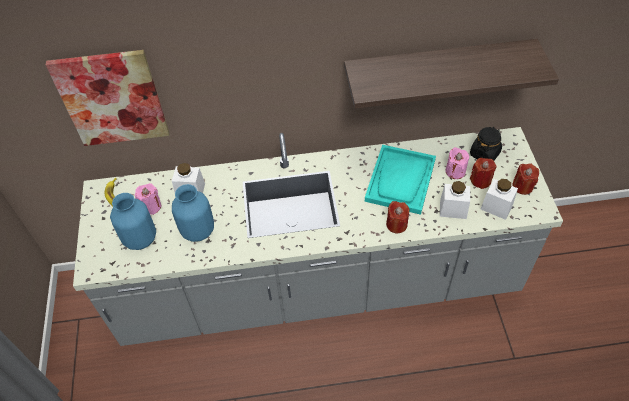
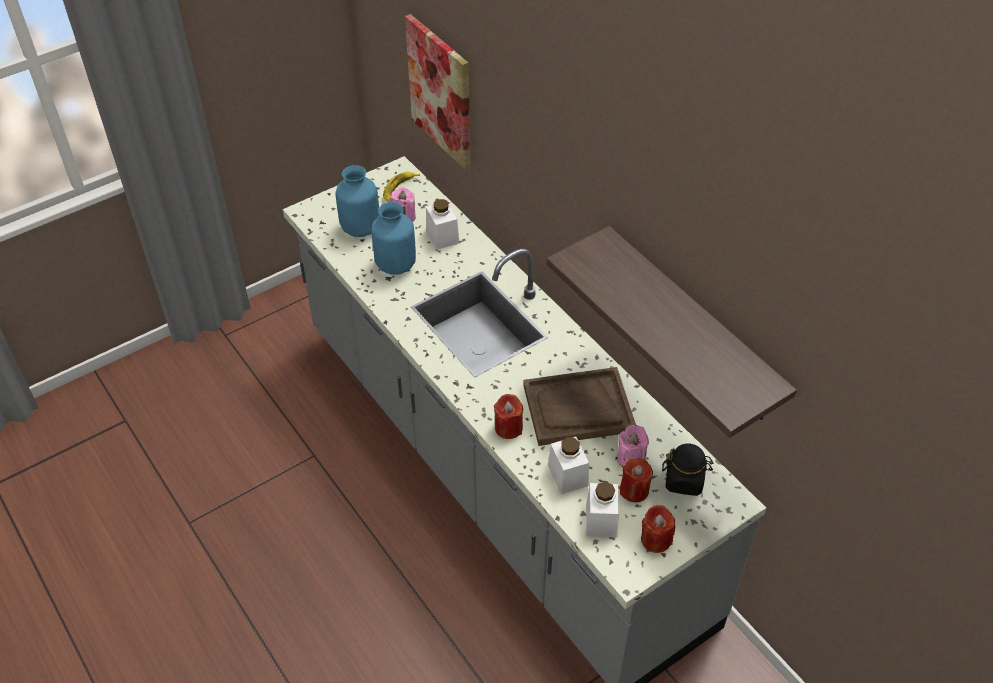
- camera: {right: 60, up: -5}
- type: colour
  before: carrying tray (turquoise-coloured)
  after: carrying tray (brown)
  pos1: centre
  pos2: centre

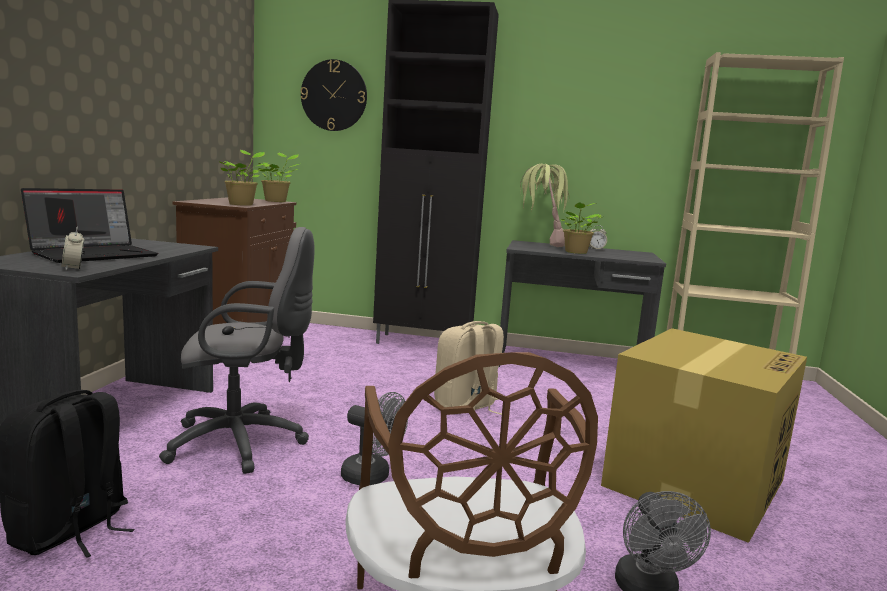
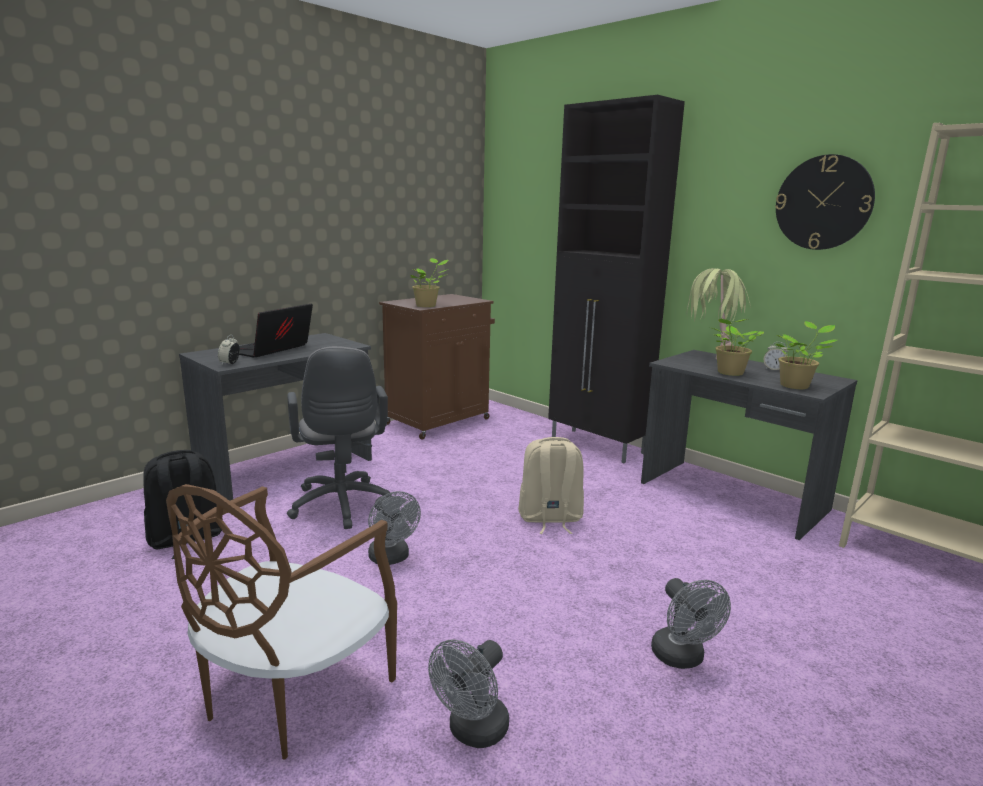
- camera: {right: 35, up: 5}
- type: relocated
  before: wall clock
  pos1: top centre
  pos2: top right
- type: relocated
  before: houseplant (no. 2 from left in the first image)
  after: houseplant (no. 4 from left)
  pos1: top left
  pos2: middle right
- type: spun
  before: notebook computer
  pos1: middle left
  pos2: middle left
  turn: 135
- type: spun
  before: office chair (grey)
  pos1: middle left
  pos2: centre
  turn: 45
- type: exchanged
  before: carton
  after: fan (grey) (no. 3 from left)
  pos1: bottom right
  pos2: bottom right

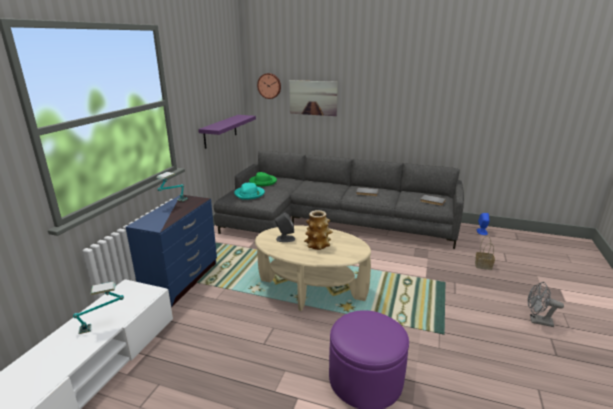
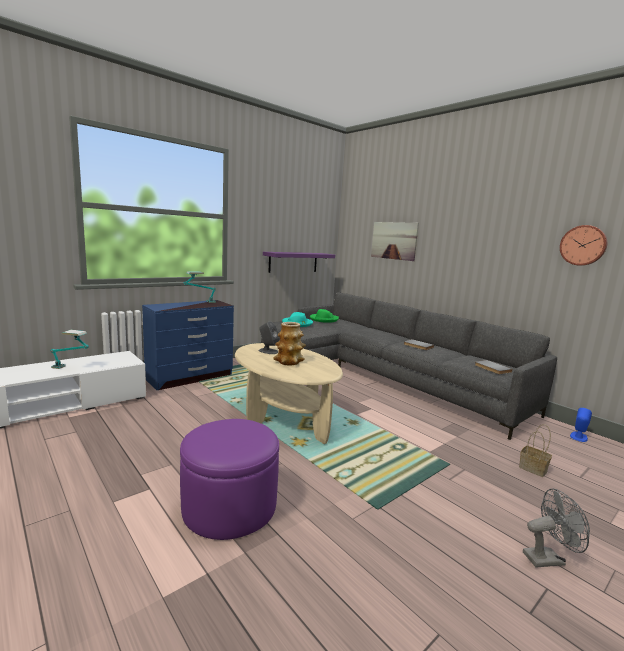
- camera: {right: 30, up: -10}
- type: relocated
  before: wall clock
  pos1: top centre
  pos2: middle right
- type: spun
  before: fan (grey)
  pos1: bottom right
  pos2: bottom right
  turn: 120

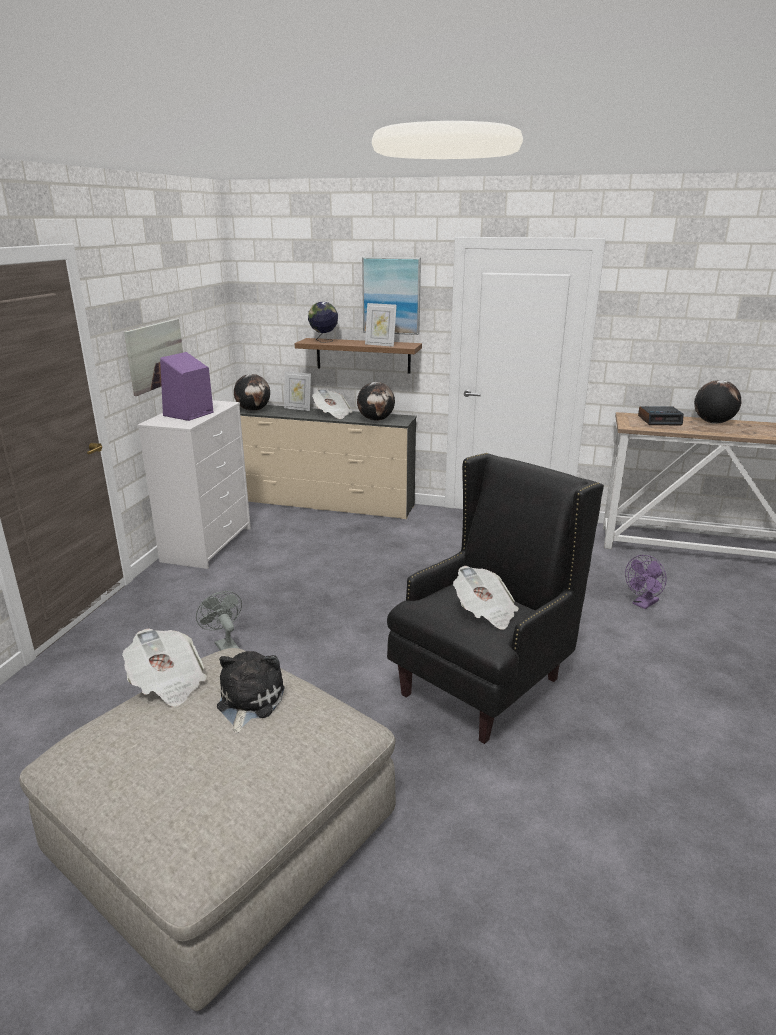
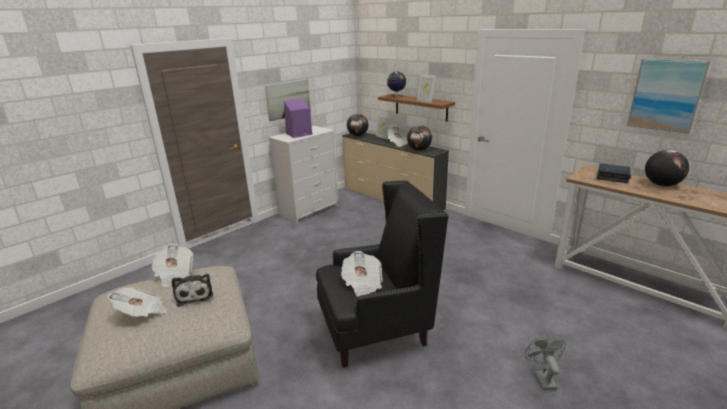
- camera: {right: 30, up: 0}
- type: relocated
  before: wall picture (no. 2 from left)
  pos1: top centre
  pos2: top right
- type: missing
  before: fan (purple-coloured)
  pos1: middle right
- type: relocated
  before: fan (grey)
  pos1: middle left
  pos2: bottom right
- type: spun
  before: cuddly toy
  pos1: bottom left
  pos2: bottom left
  turn: 120
- type: appeared
  after: newspaper (no. 1 from left)
  pos2: bottom left

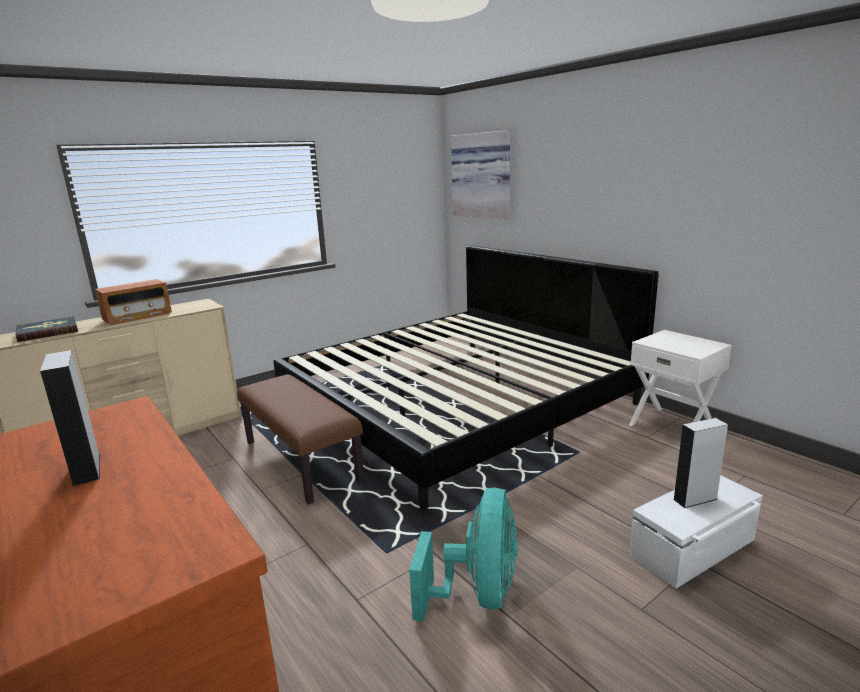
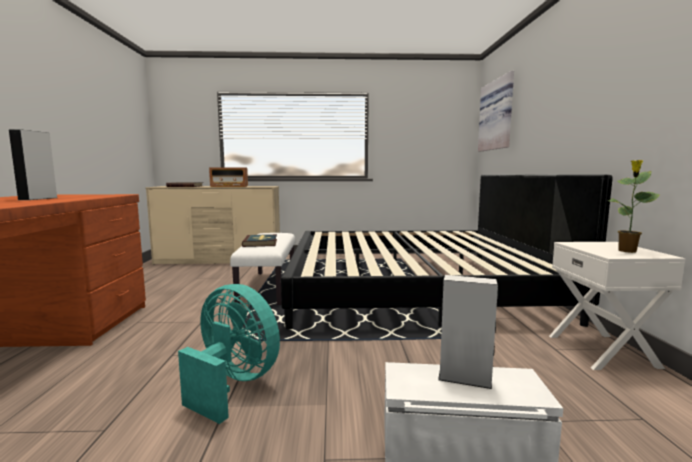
- camera: {right: 35, up: -10}
- type: colour
  before: indoor bench (brown)
  after: indoor bench (white-coloured)
  pos1: centre
  pos2: centre
- type: spun
  before: fan (turquoise-coloured)
  pos1: bottom centre
  pos2: bottom left
  turn: -105
- type: appeared
  after: houseplant
  pos2: middle right
- type: appeared
  after: volume (no. 2 from left)
  pos2: centre

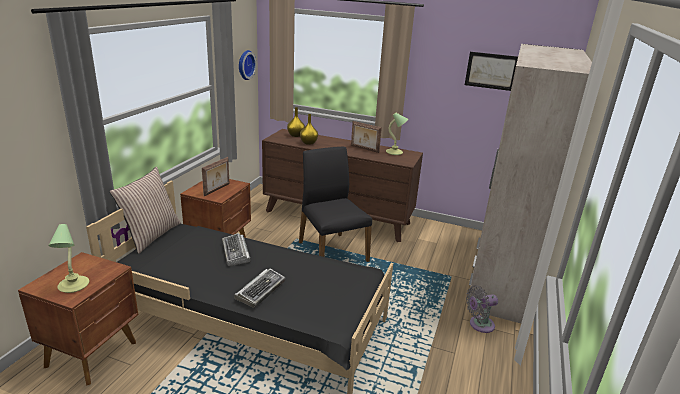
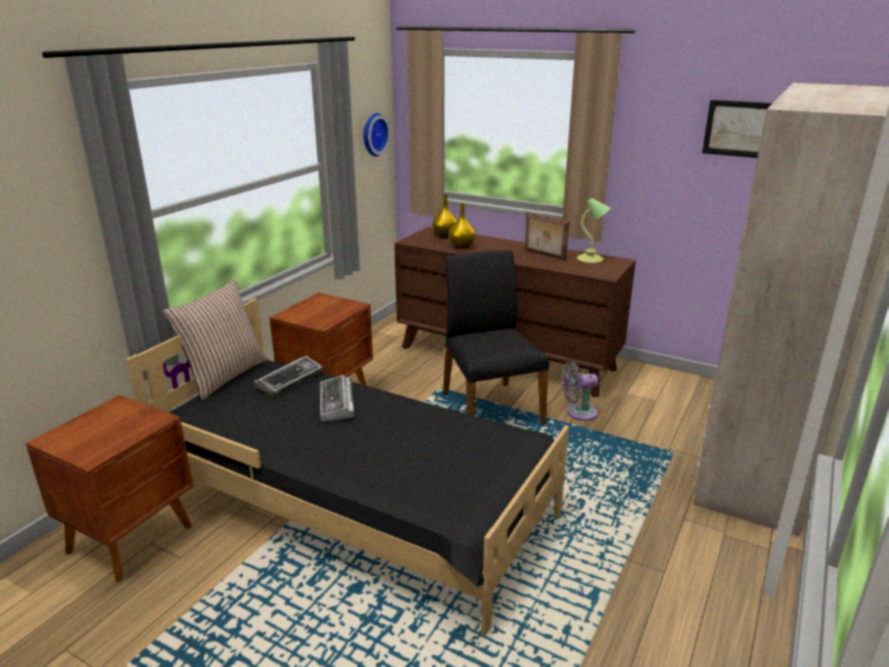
- camera: {right: 10, up: 0}
- type: missing
  before: picture frame (no. 1 from left)
  pos1: middle left
- type: missing
  before: table lamp (no. 1 from left)
  pos1: middle left
- type: relocated
  before: computer keyboard (no. 2 from left in the first image)
  after: computer keyboard (no. 1 from left)
  pos1: bottom centre
  pos2: middle left
- type: relocated
  before: fan (grey)
  pos1: bottom right
  pos2: centre

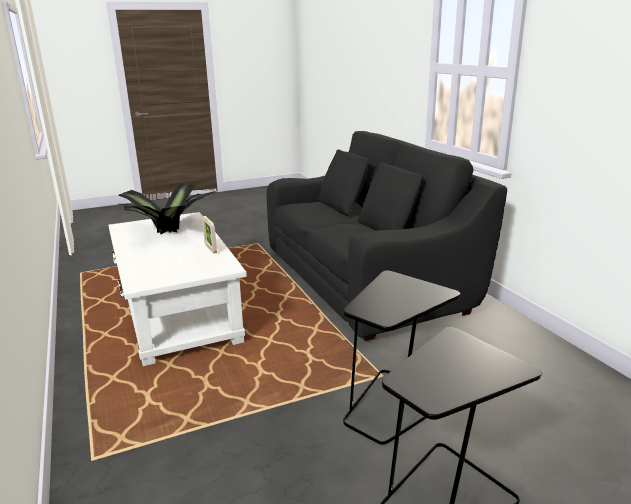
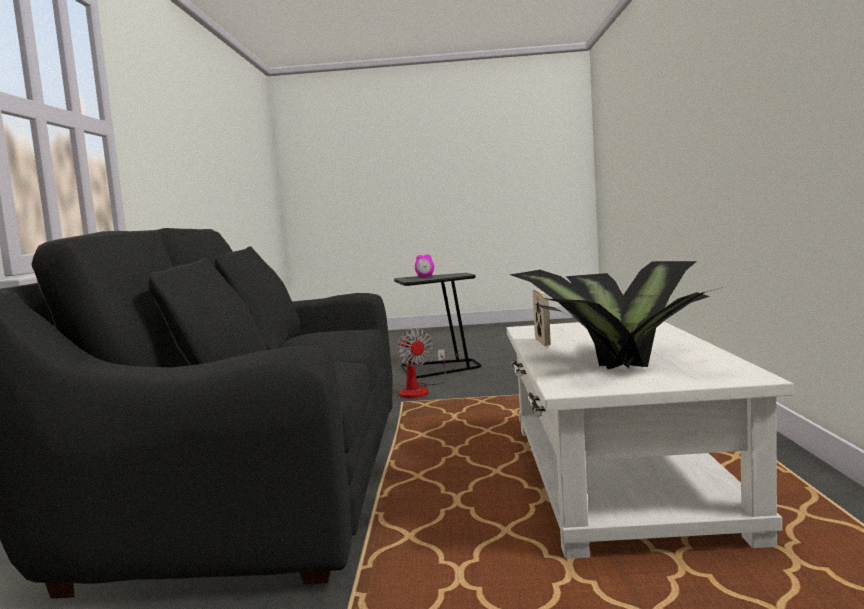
- camera: {right: -155, up: -15}
- type: exchanged
  before: end table (black) (no. 1 from left)
  after: fan
  pos1: bottom centre
  pos2: centre
- type: appeared
  after: bedside clock
  pos2: centre

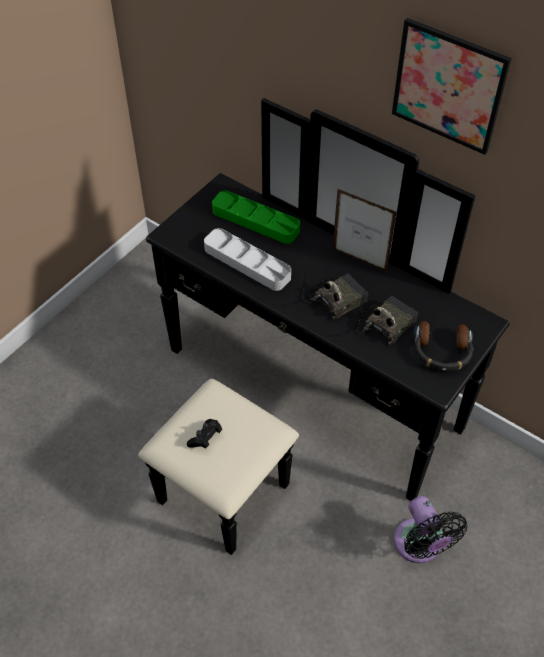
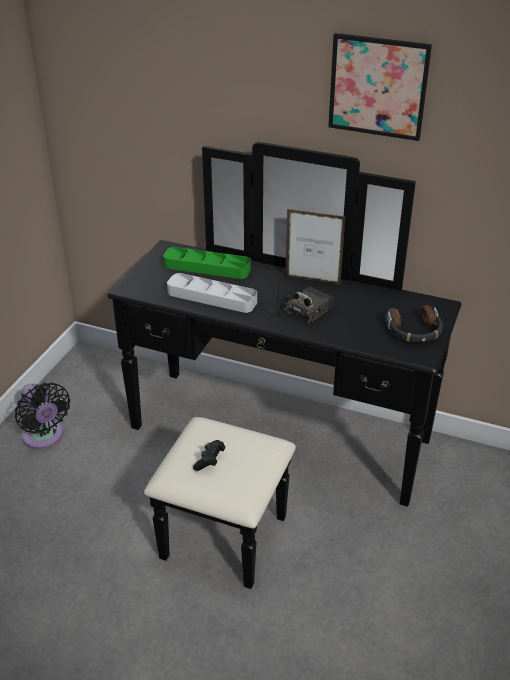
- camera: {right: -15, up: -15}
- type: missing
  before: radio (no. 2 from left)
  pos1: middle right
- type: relocated
  before: fan (black)
  pos1: bottom right
  pos2: middle left

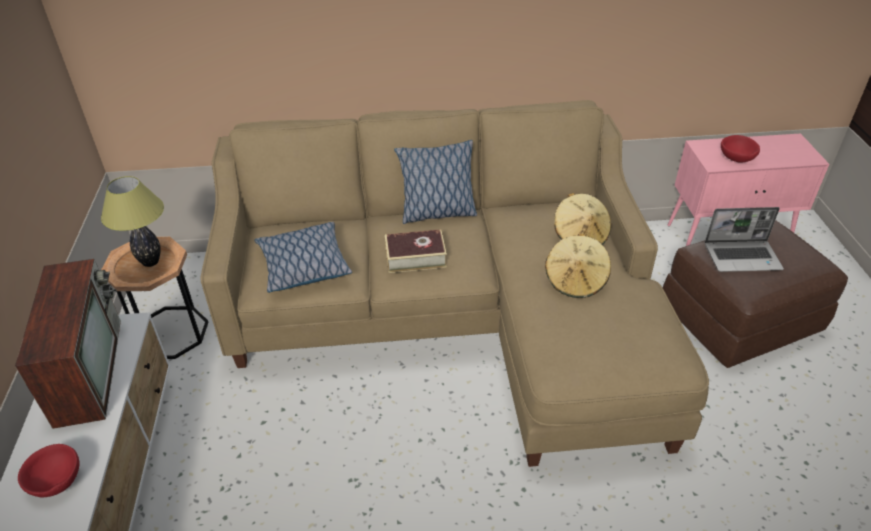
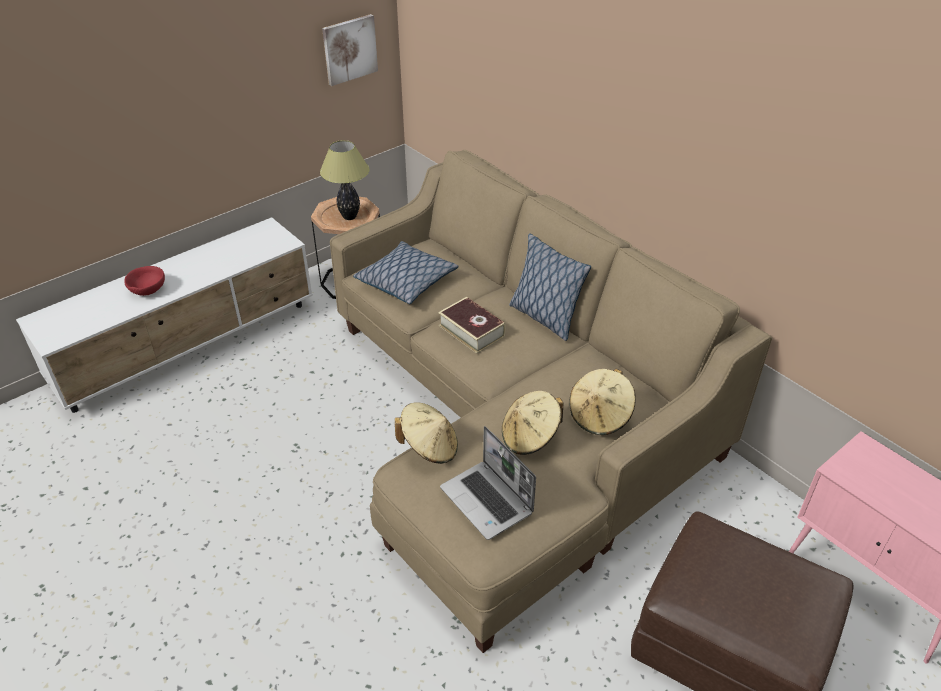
- camera: {right: 55, up: 0}
- type: missing
  before: serving bowl (red-coloured) (no. 2 from left)
  pos1: top right
- type: relocated
  before: notebook computer
  pos1: middle right
  pos2: bottom centre
- type: missing
  before: television
  pos1: middle left
- type: appeared
  after: wall picture
  pos2: top centre
- type: appeared
  after: wearable hat (beige) (no. 1 from left)
  pos2: centre

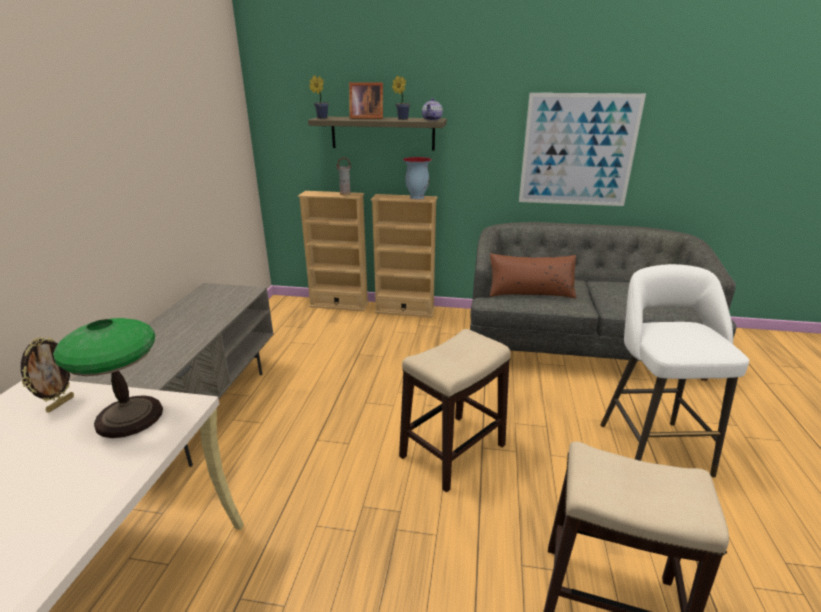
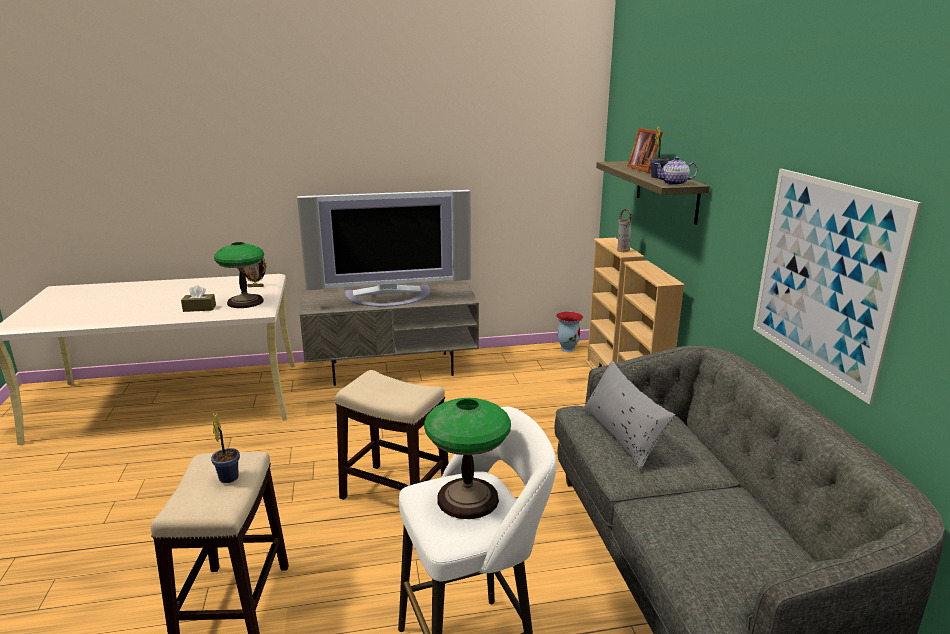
- camera: {right: 70, up: -5}
- type: relocated
  before: houseplant (no. 1 from left)
  pos1: top centre
  pos2: bottom left
- type: relocated
  before: flower vase (no. 2 from left in the first image)
  after: flower vase (no. 1 from left)
  pos1: top centre
  pos2: centre
- type: colour
  before: throw pillow (brown)
  after: throw pillow (grey)
  pos1: centre
  pos2: centre
- type: appeared
  after: television
  pos2: centre
- type: appeared
  after: tissue holder (brown)
  pos2: middle left
- type: appeared
  after: table lamp (no. 2 from left)
  pos2: bottom centre

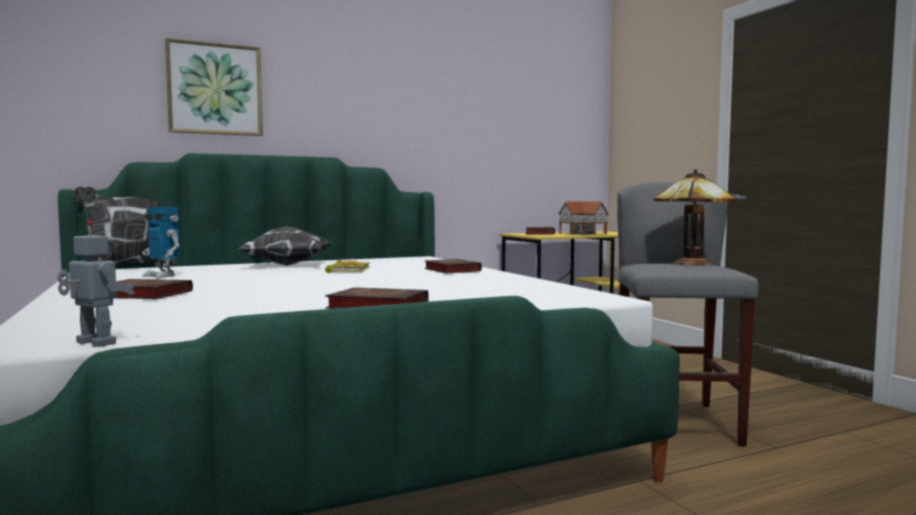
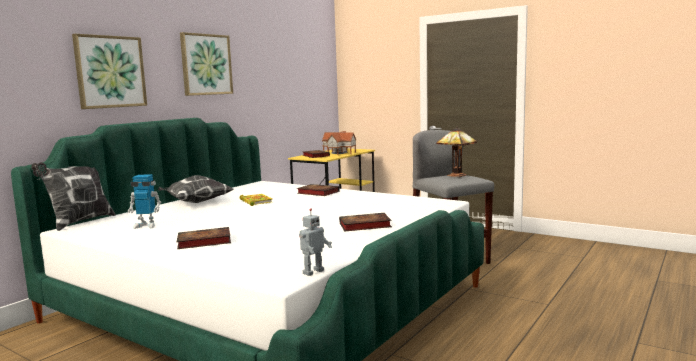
- camera: {right: -30, up: 5}
- type: spun
  before: model robot (no. 1 from left in the first image)
  pos1: middle left
  pos2: bottom centre
  turn: 135
- type: appeared
  after: wall picture (no. 2 from left)
  pos2: top left

